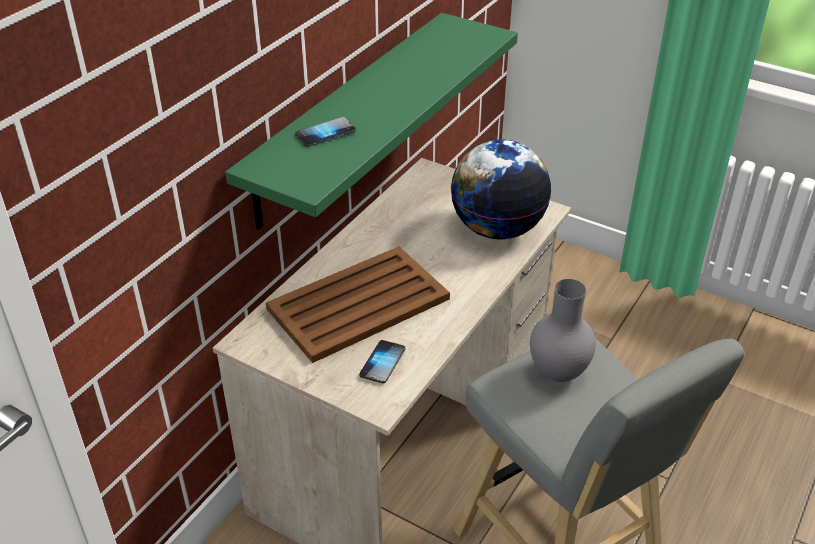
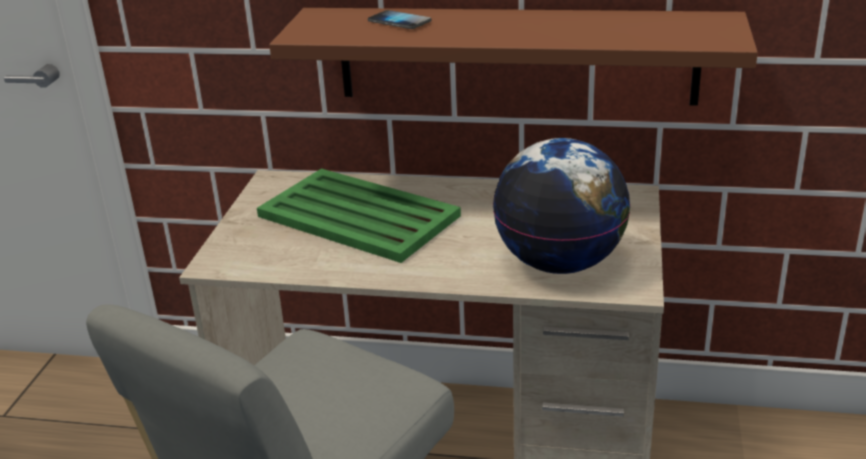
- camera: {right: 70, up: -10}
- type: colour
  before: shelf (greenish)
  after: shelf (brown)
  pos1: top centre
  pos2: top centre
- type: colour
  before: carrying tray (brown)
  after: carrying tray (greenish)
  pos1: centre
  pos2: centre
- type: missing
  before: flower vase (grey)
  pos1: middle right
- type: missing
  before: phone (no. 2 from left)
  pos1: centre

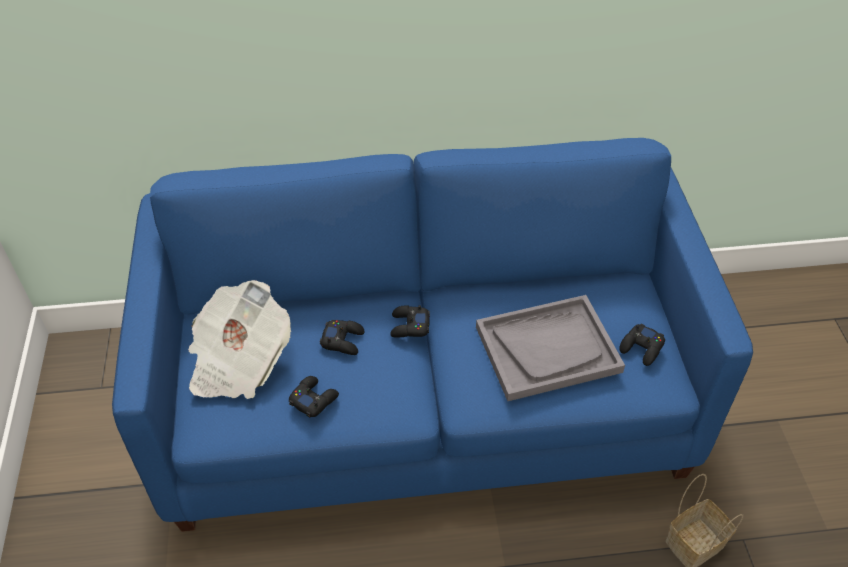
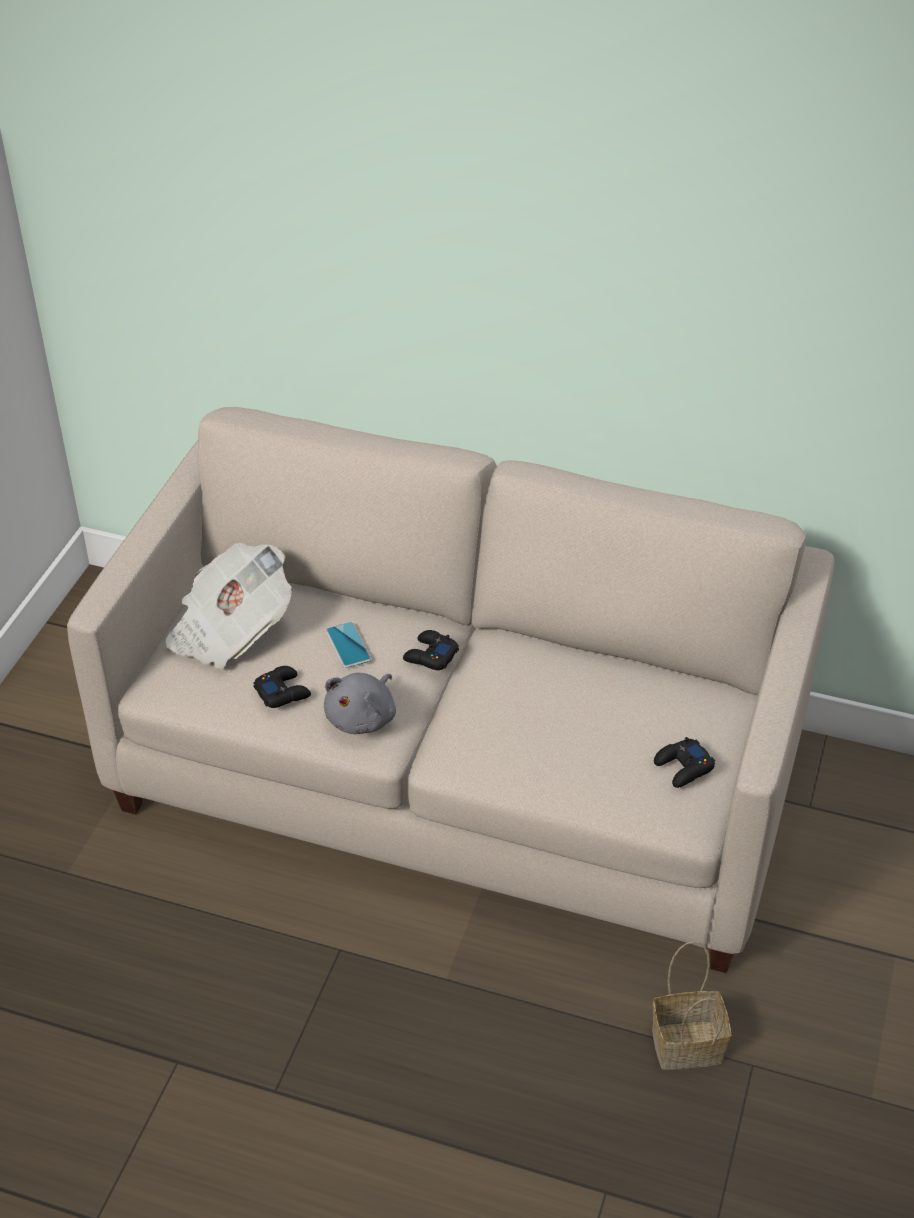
- camera: {right: 25, up: -5}
- type: colour
  before: settee (blue)
  after: settee (beige)
  pos1: centre
  pos2: centre
- type: missing
  before: carrying tray (grey)
  pos1: centre
- type: exchanged
  before: gamepad (black) (no. 2 from left)
  after: phone
  pos1: centre
  pos2: centre
- type: appeared
  after: cuddly toy (grey)
  pos2: centre

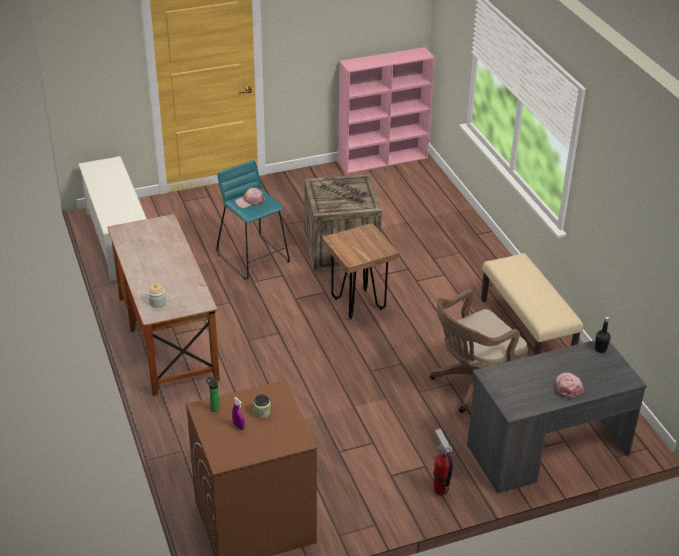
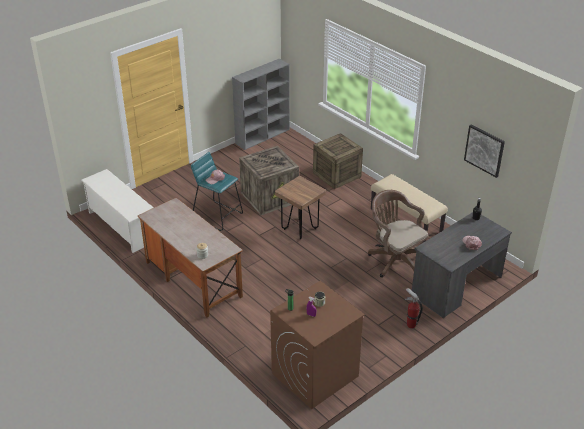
- camera: {right: -20, up: 0}
- type: colour
  before: bookcase (pink-coloured)
  after: bookcase (grey)
  pos1: top centre
  pos2: top centre
- type: spun
  before: office chair (brown)
  pos1: middle right
  pos2: middle right
  turn: 105
- type: appeared
  after: wall picture
  pos2: middle right
- type: appeared
  after: shipping crate (no. 2 from left)
  pos2: centre

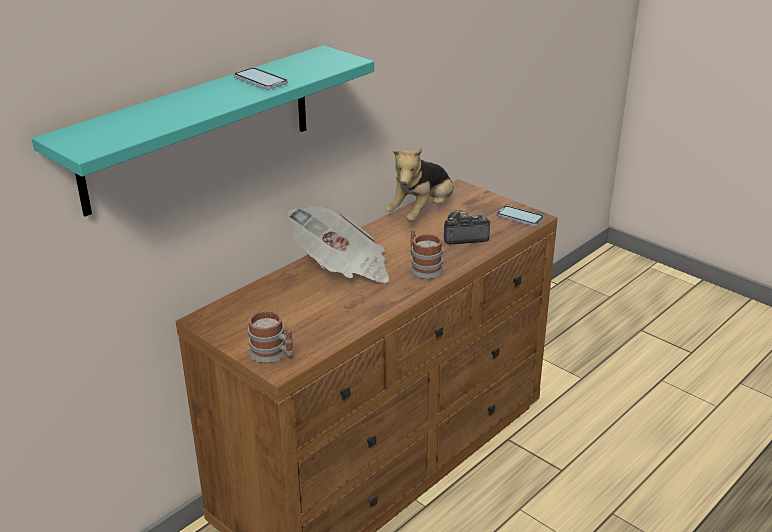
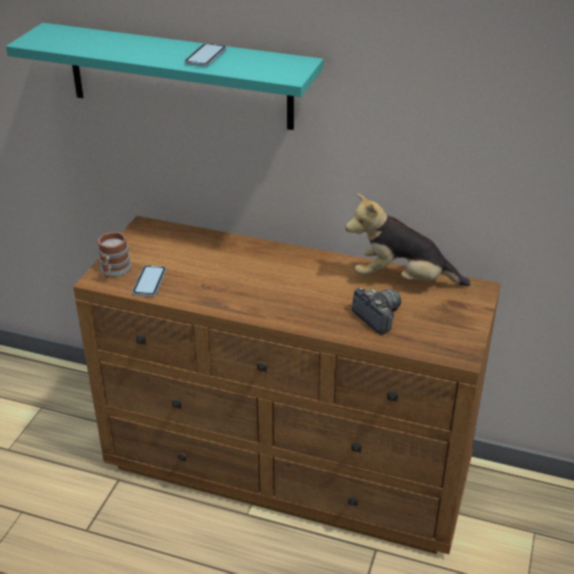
- camera: {right: 65, up: 5}
- type: missing
  before: newspaper
  pos1: centre
- type: relocated
  before: phone (no. 2 from left in the first image)
  after: phone (no. 1 from left)
  pos1: middle right
  pos2: middle left
- type: missing
  before: tea mug (no. 2 from left)
  pos1: centre

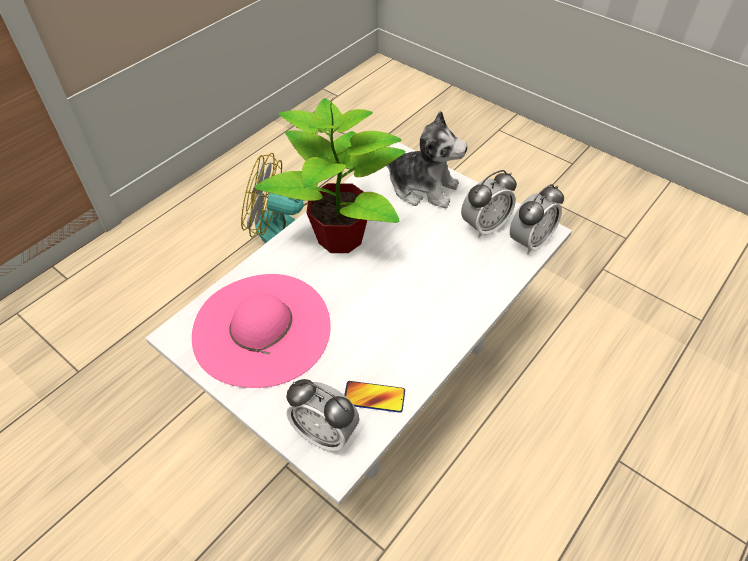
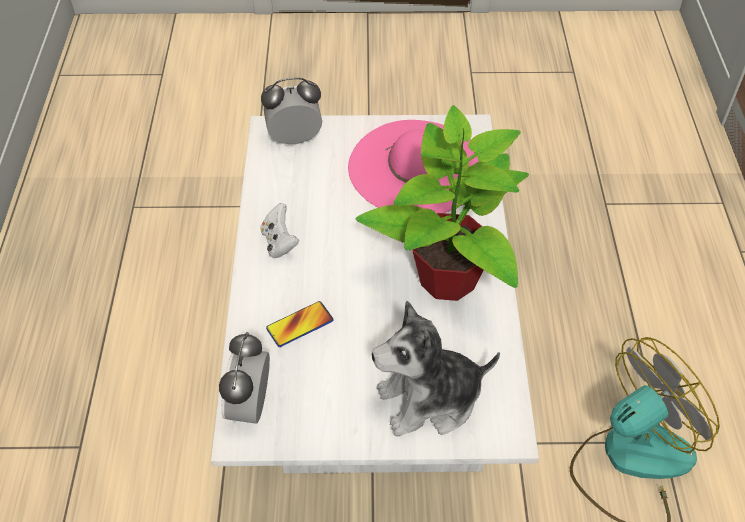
- camera: {right: 140, up: 0}
- type: missing
  before: bedside clock (no. 2 from left)
  pos1: centre
- type: relocated
  before: phone
  pos1: bottom centre
  pos2: centre
- type: appeared
  after: gamepad (white-coloured)
  pos2: centre

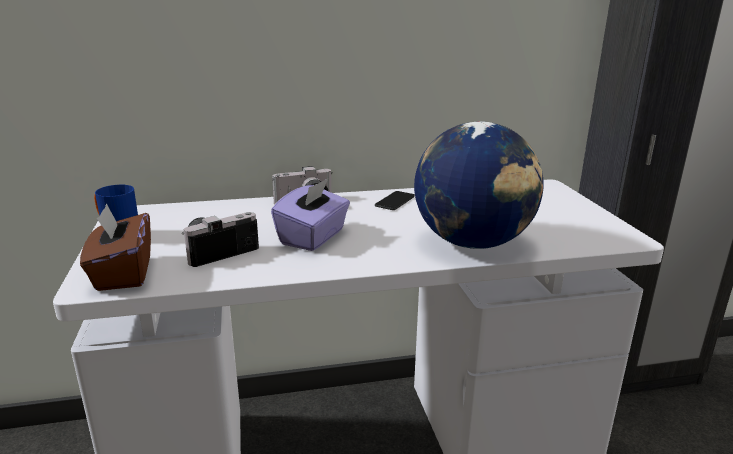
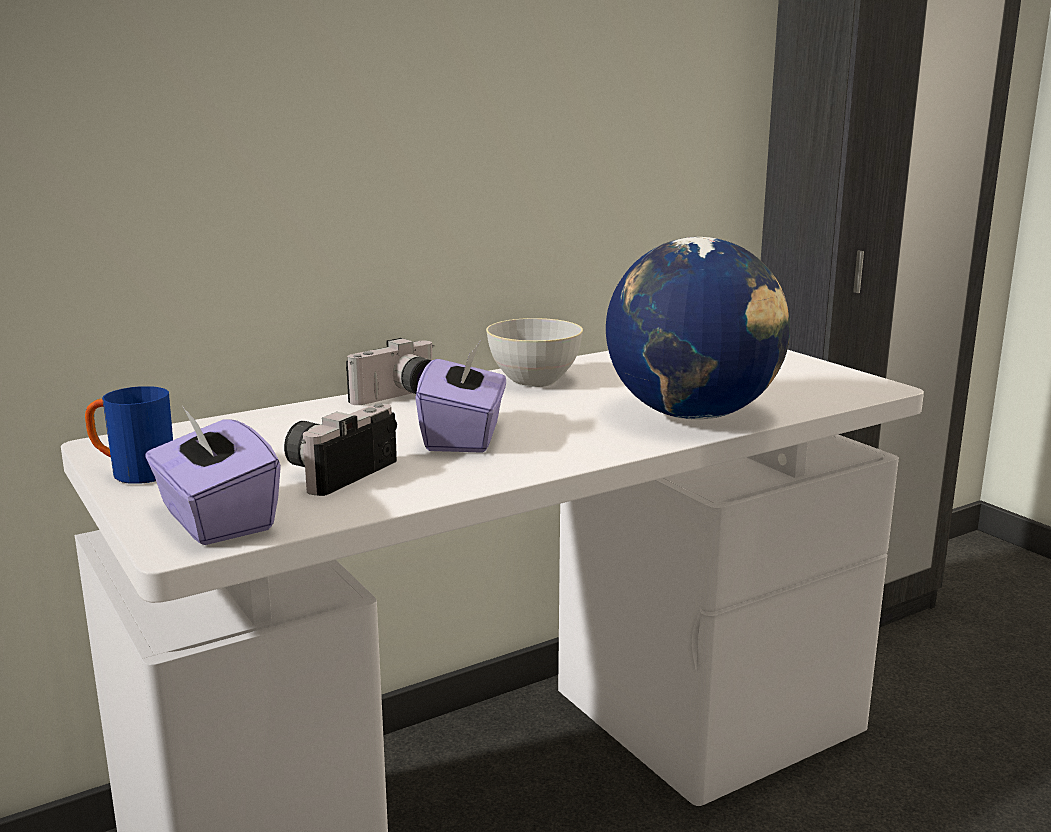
- camera: {right: -20, up: -5}
- type: exchanged
  before: phone
  after: serving bowl (grey)
  pos1: centre
  pos2: centre
- type: colour
  before: tissue holder (brown)
  after: tissue holder (purple-coloured) (no. 1 from left)
  pos1: middle left
  pos2: middle left

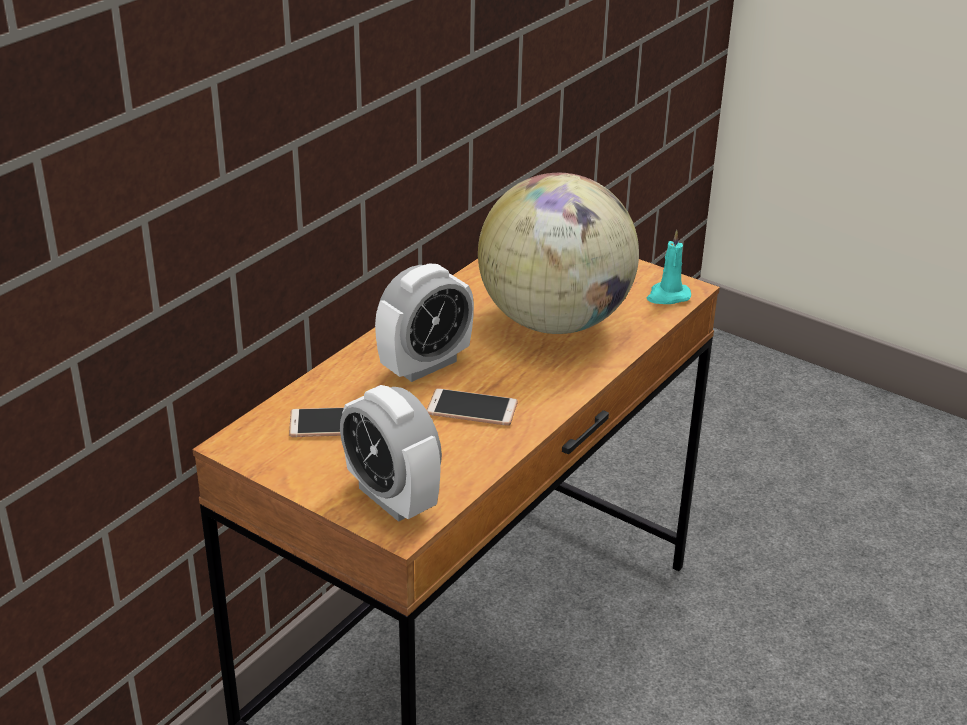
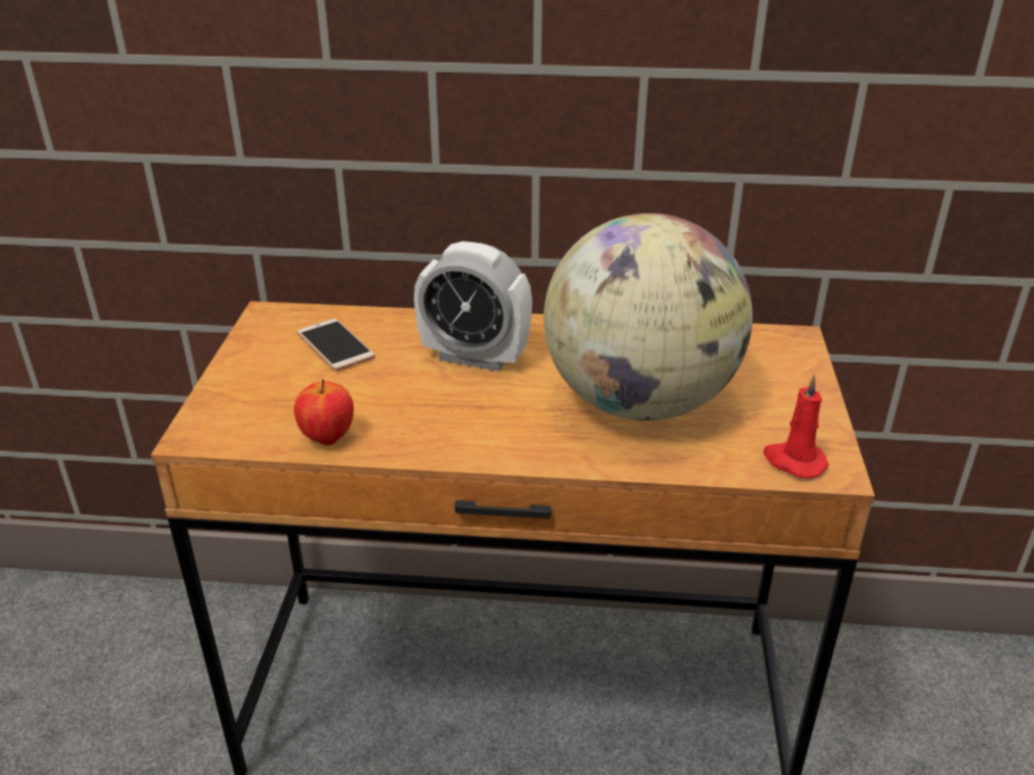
- camera: {right: 60, up: 0}
- type: colour
  before: candle (turquoise-coloured)
  after: candle (red-coloured)
  pos1: middle right
  pos2: middle right
- type: missing
  before: bedside clock (no. 1 from left)
  pos1: centre
- type: missing
  before: phone (no. 2 from left)
  pos1: centre
- type: appeared
  after: whole apple
  pos2: middle left

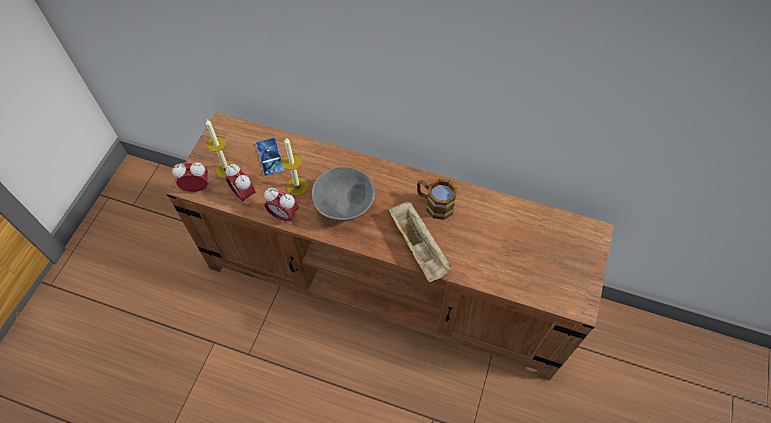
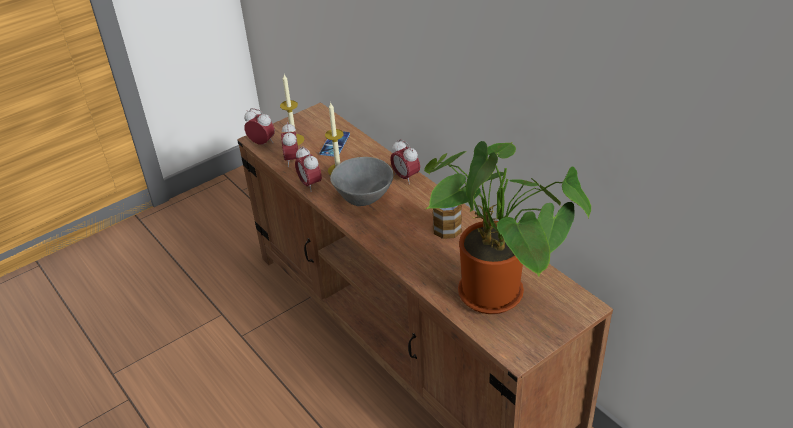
- camera: {right: 35, up: -20}
- type: missing
  before: carrying tray (beige)
  pos1: centre
- type: appeared
  after: bedside clock (no. 4 from left)
  pos2: centre
- type: appeared
  after: houseplant
  pos2: centre

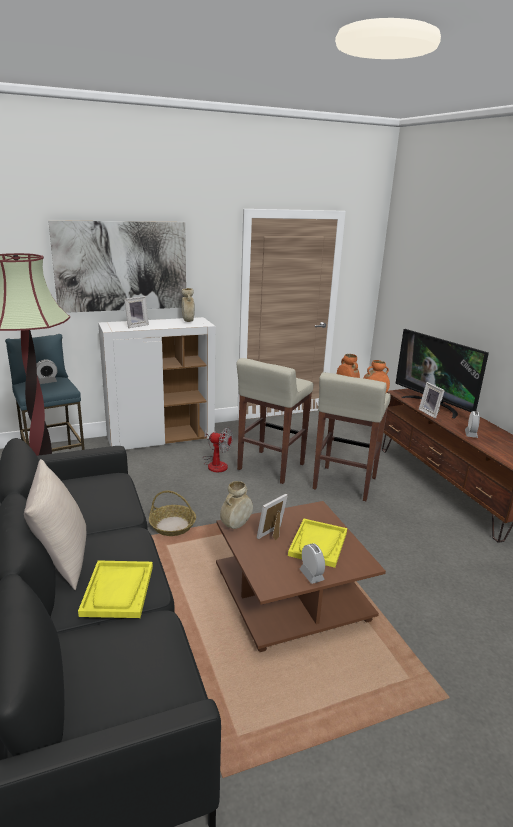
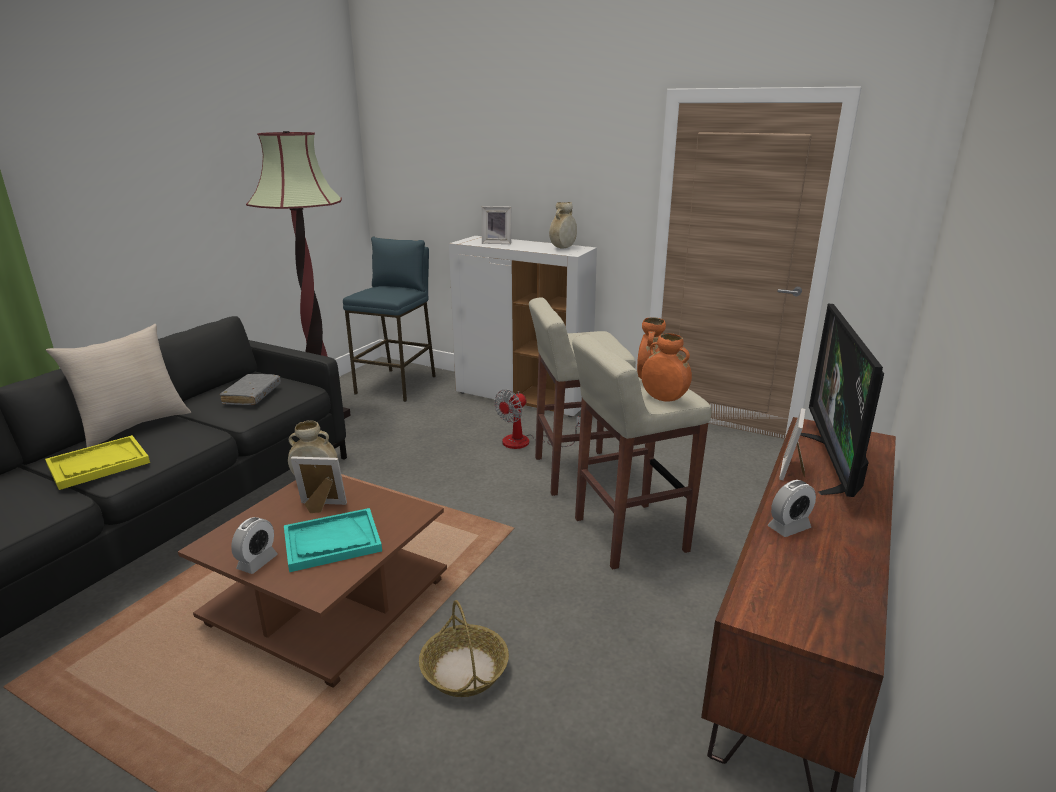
- camera: {right: 50, up: 0}
- type: missing
  before: wall picture
  pos1: top left
- type: missing
  before: bedside clock (no. 1 from left)
  pos1: middle left
- type: spun
  before: fan
  pos1: centre
  pos2: centre
  turn: 60
- type: relocated
  before: basket
  pos1: centre
  pos2: bottom centre
- type: colour
  before: carrying tray (yellow) (no. 2 from left)
  after: carrying tray (turquoise-coloured)
  pos1: centre
  pos2: bottom left
- type: appeared
  after: volume (grey)
  pos2: middle left

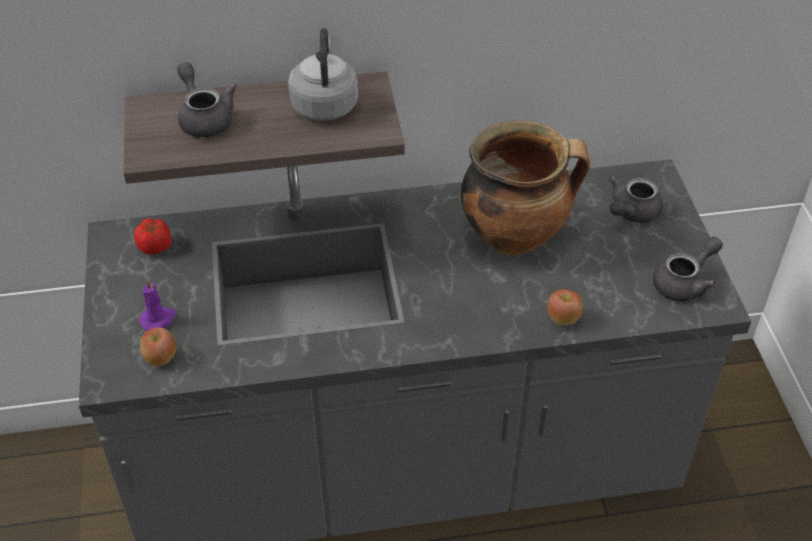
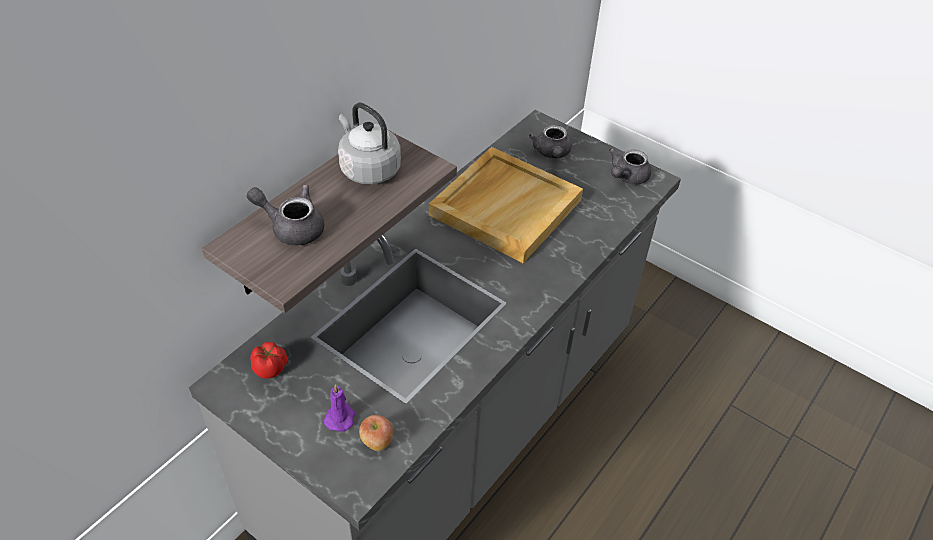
- camera: {right: -45, up: 0}
- type: exchanged
  before: cooking pot
  after: carrying tray (beige)
  pos1: centre
  pos2: centre
- type: spun
  before: pot for tea (grey) (no. 3 from left)
  pos1: middle right
  pos2: top right
  turn: -150
- type: missing
  before: whole apple (no. 2 from left)
  pos1: middle right

